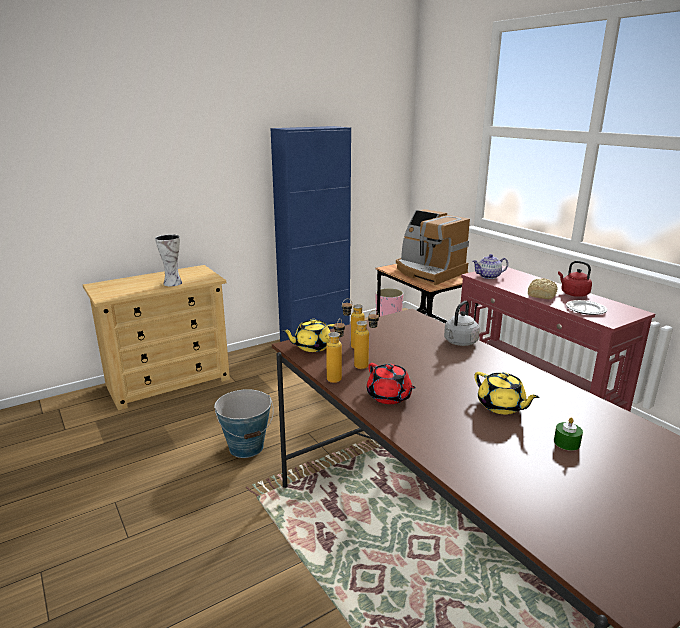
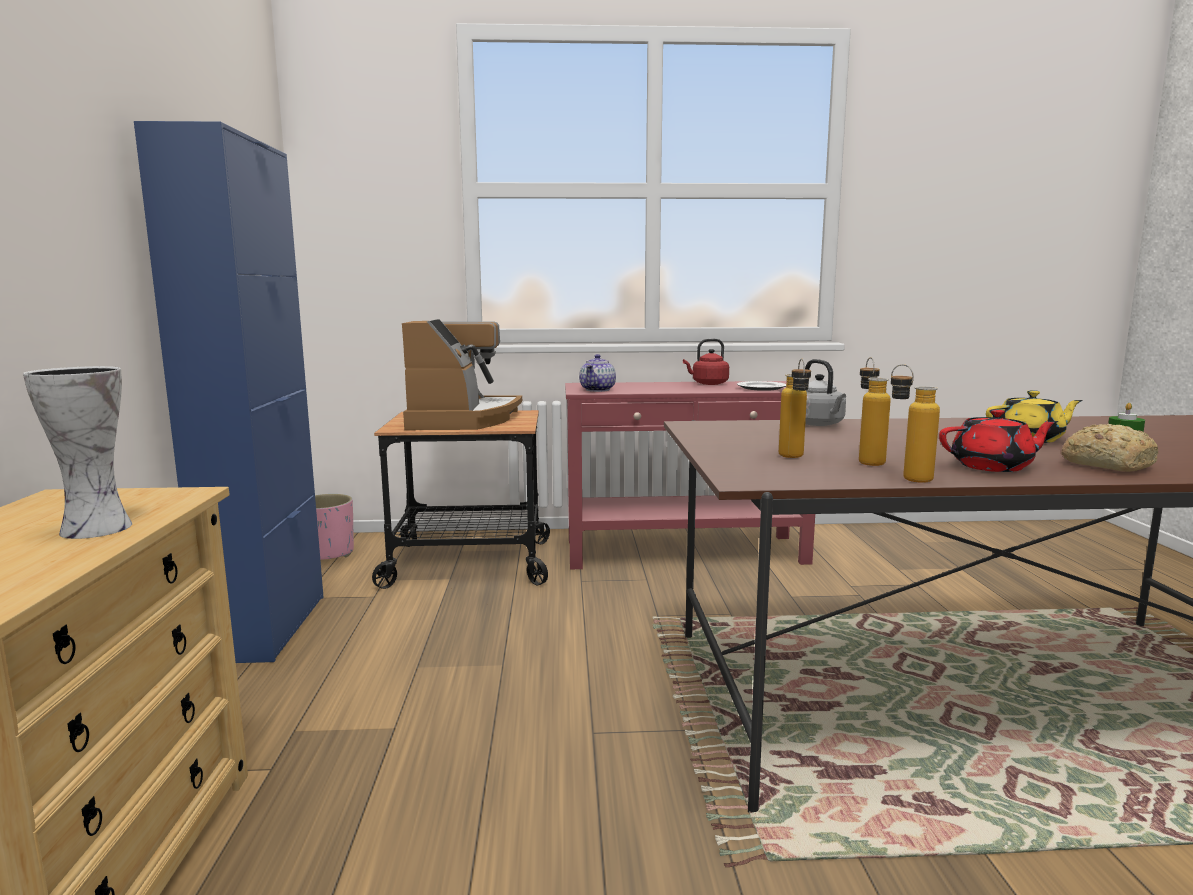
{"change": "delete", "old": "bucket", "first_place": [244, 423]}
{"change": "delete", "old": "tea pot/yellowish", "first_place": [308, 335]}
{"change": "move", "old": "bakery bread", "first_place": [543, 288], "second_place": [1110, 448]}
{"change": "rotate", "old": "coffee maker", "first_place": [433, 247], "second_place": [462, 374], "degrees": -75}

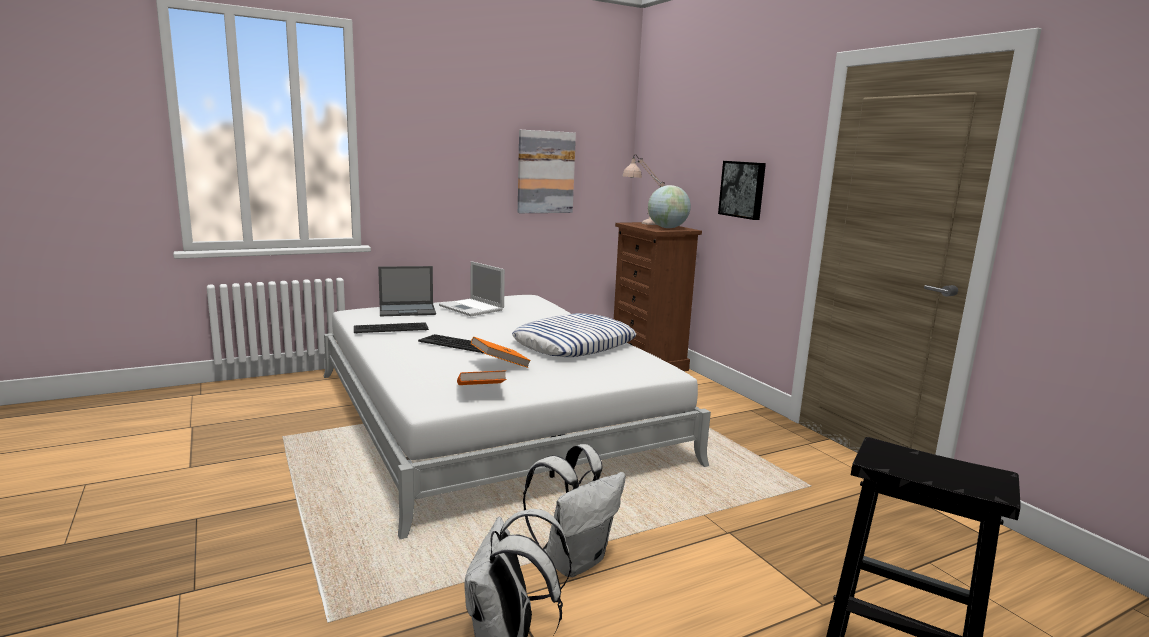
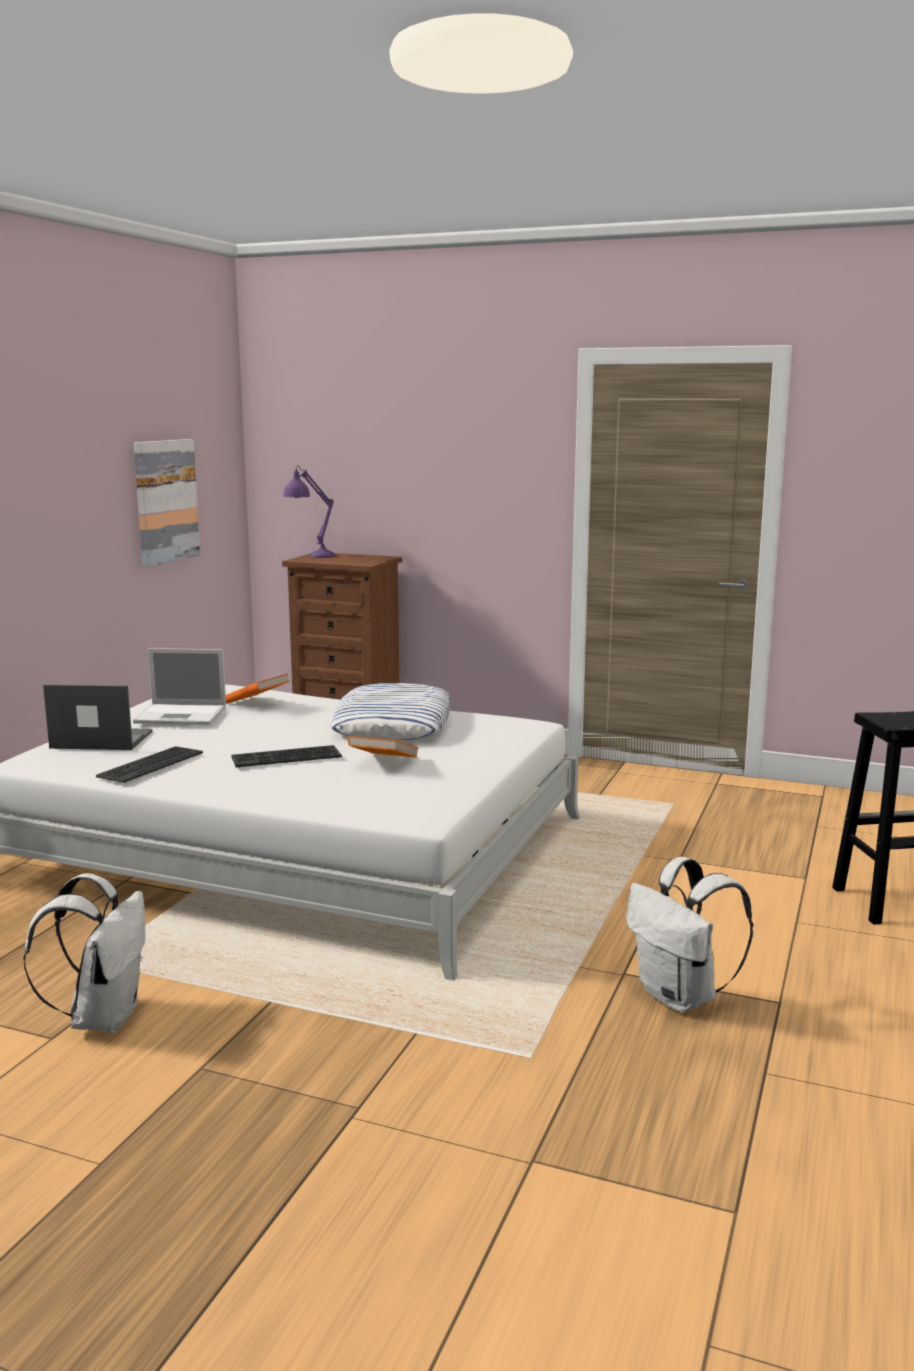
{"change": "delete", "old": "world globe", "first_place": [669, 206]}
{"change": "delete", "old": "wall picture", "first_place": [742, 190]}
{"change": "move", "old": "volume/orangey", "first_place": [482, 377], "second_place": [258, 688]}
{"change": "move", "old": "knapsack/whitish", "first_place": [574, 510], "second_place": [84, 953]}
{"change": "recolor", "old": "lamp for a table/sand-coloured", "new": "lamp for a table/purple-coloured", "first_place": [644, 189], "second_place": [309, 511]}
{"change": "rotate", "old": "portable computer", "first_place": [407, 291], "second_place": [97, 717], "degrees": -120}

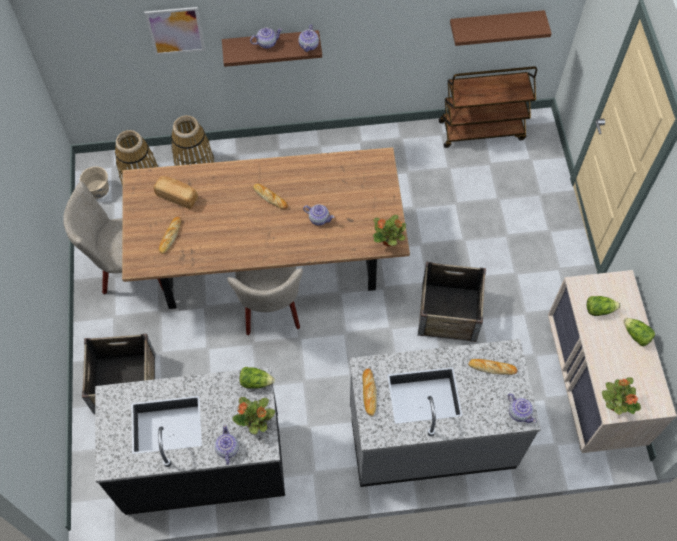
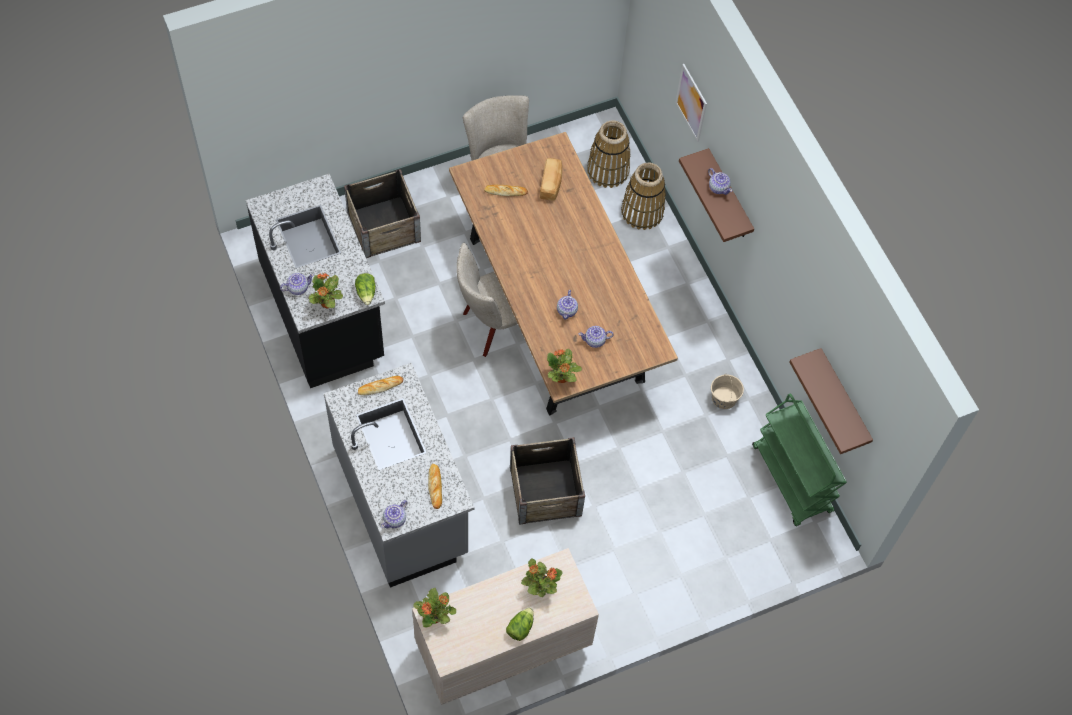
{"change": "delete", "old": "bakery bread", "first_place": [270, 196]}
{"change": "move", "old": "bucket/sand-coloured", "first_place": [94, 182], "second_place": [727, 391]}
{"change": "move", "old": "tea pot", "first_place": [308, 38], "second_place": [596, 337]}
{"change": "replace", "old": "head of lettuce", "new": "potted plant", "first_place": [604, 306], "second_place": [541, 577]}
{"change": "recolor", "old": "trolley/brown-coloured", "new": "trolley/greenish", "first_place": [488, 107], "second_place": [799, 459]}

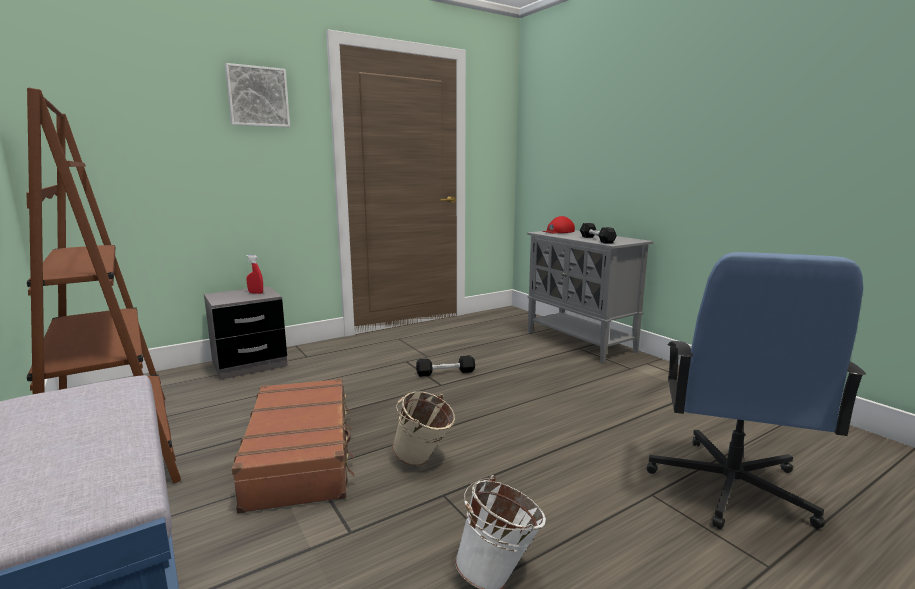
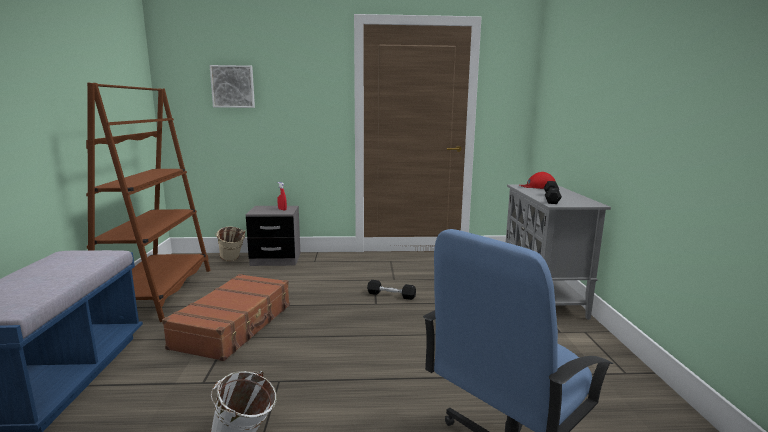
{"change": "move", "old": "wall picture", "first_place": [257, 95], "second_place": [232, 86]}
{"change": "move", "old": "bucket/sand-coloured", "first_place": [423, 428], "second_place": [230, 244]}

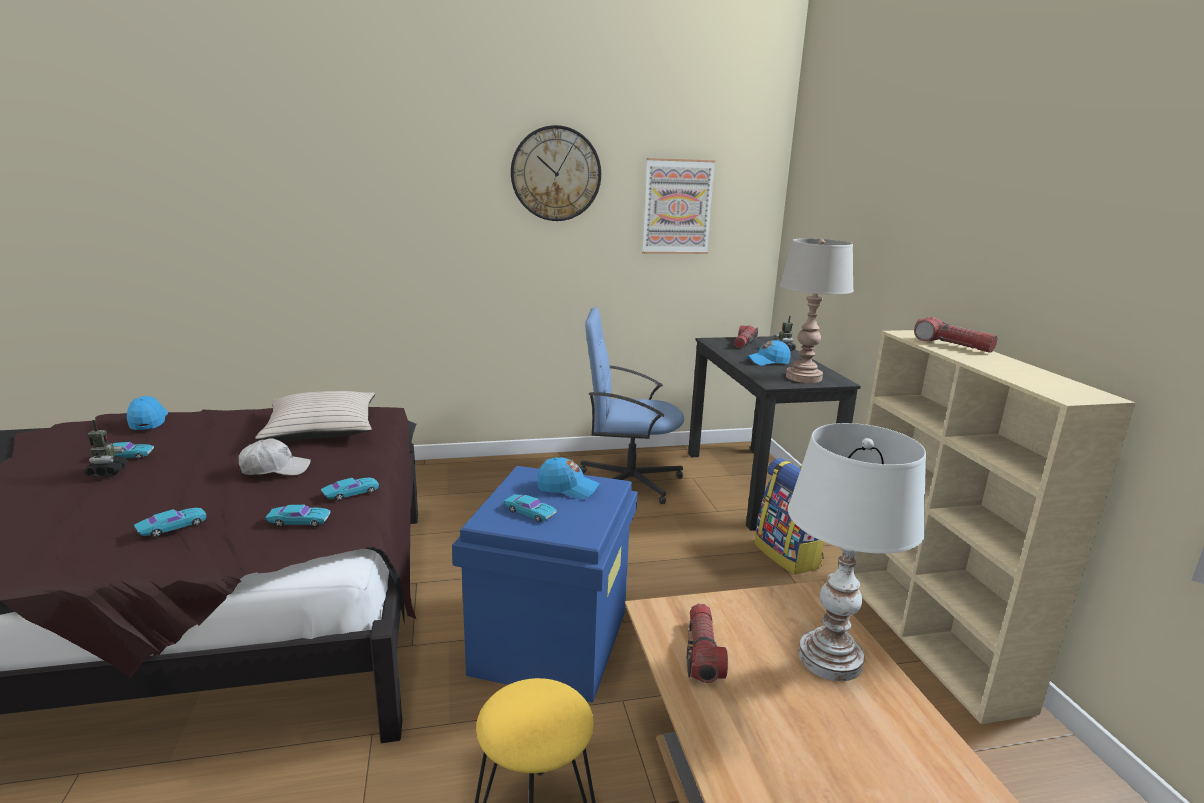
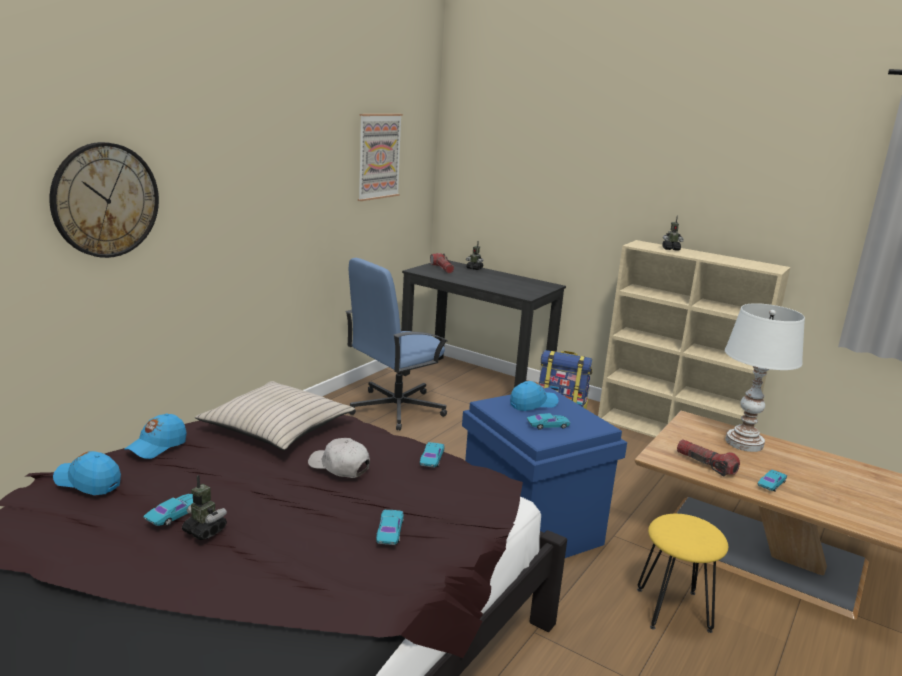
{"change": "delete", "old": "lamp for a table/grey", "first_place": [817, 310]}
{"change": "move", "old": "model car/turquoise", "first_place": [297, 516], "second_place": [772, 480]}
{"change": "move", "old": "clock on the wall", "first_place": [556, 173], "second_place": [104, 200]}
{"change": "move", "old": "cap/blue-coloured", "first_place": [768, 353], "second_place": [155, 436]}
{"change": "replace", "old": "flashlight", "new": "model robot", "first_place": [956, 335], "second_place": [673, 233]}
{"change": "rotate", "old": "cap/whitish", "first_place": [274, 457], "second_place": [339, 458], "degrees": -90}

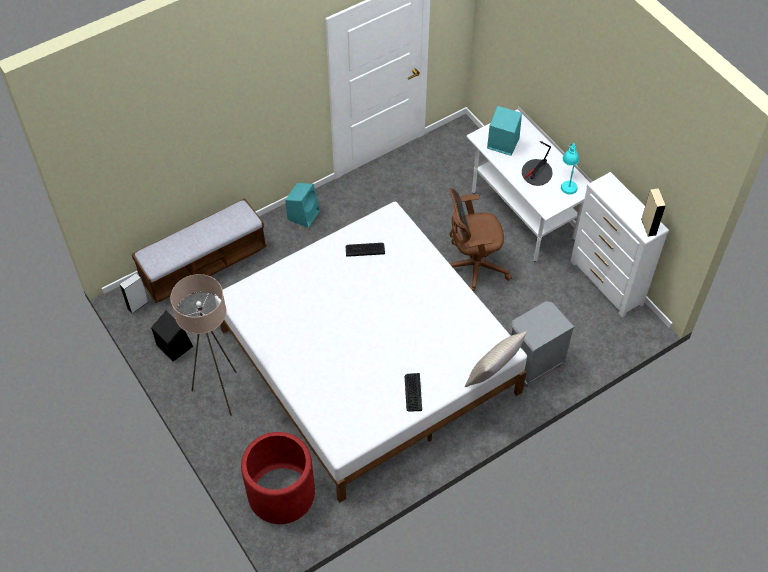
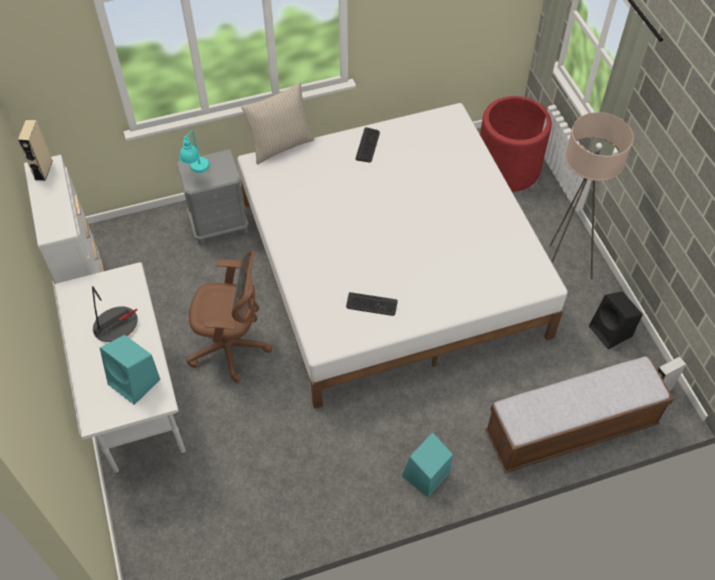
{"change": "move", "old": "lamp for a table/turquoise", "first_place": [570, 168], "second_place": [195, 151]}

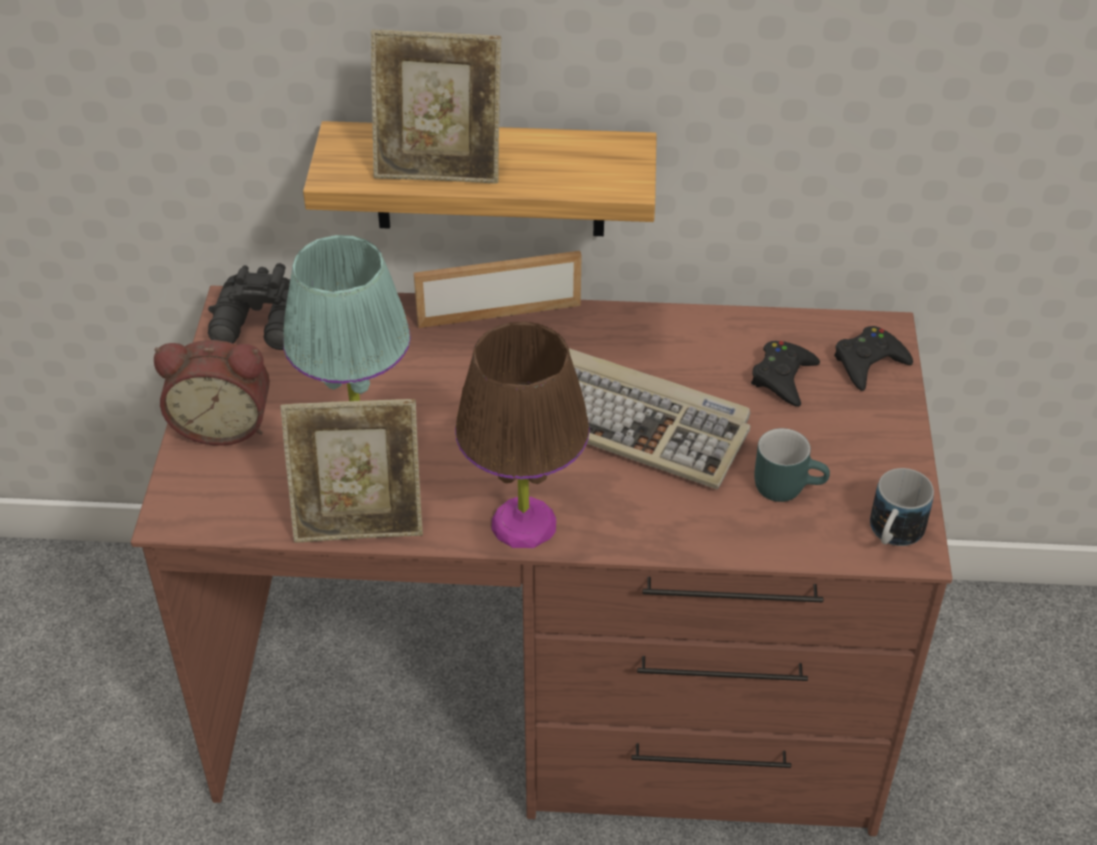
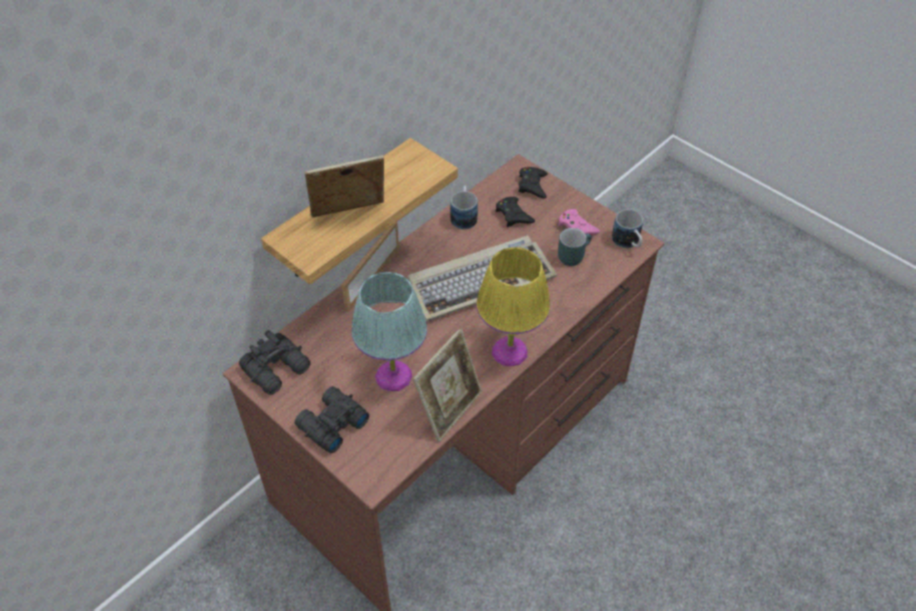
{"change": "insert", "new": "coffee mug", "second_place": [464, 208]}
{"change": "insert", "new": "joypad/pink-coloured", "second_place": [579, 222]}
{"change": "replace", "old": "alarm clock", "new": "field glasses/blackish", "first_place": [212, 393], "second_place": [332, 419]}
{"change": "recolor", "old": "lamp for a table/brown-coloured", "new": "lamp for a table/yellowish", "first_place": [522, 435], "second_place": [513, 307]}
{"change": "rotate", "old": "photo frame", "first_place": [436, 106], "second_place": [344, 186], "degrees": -150}

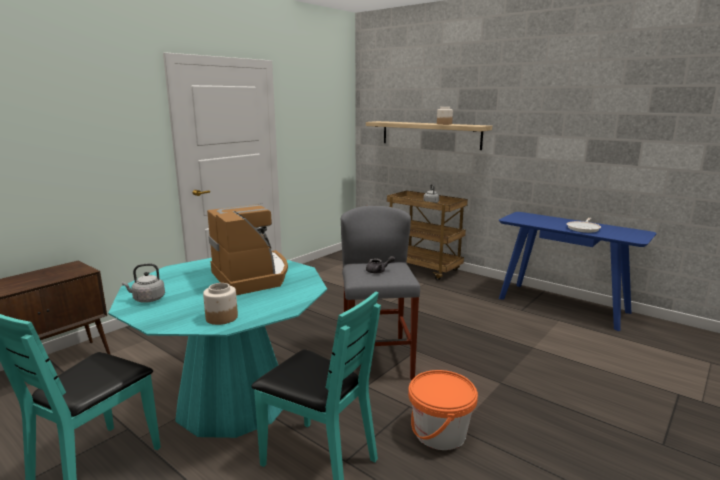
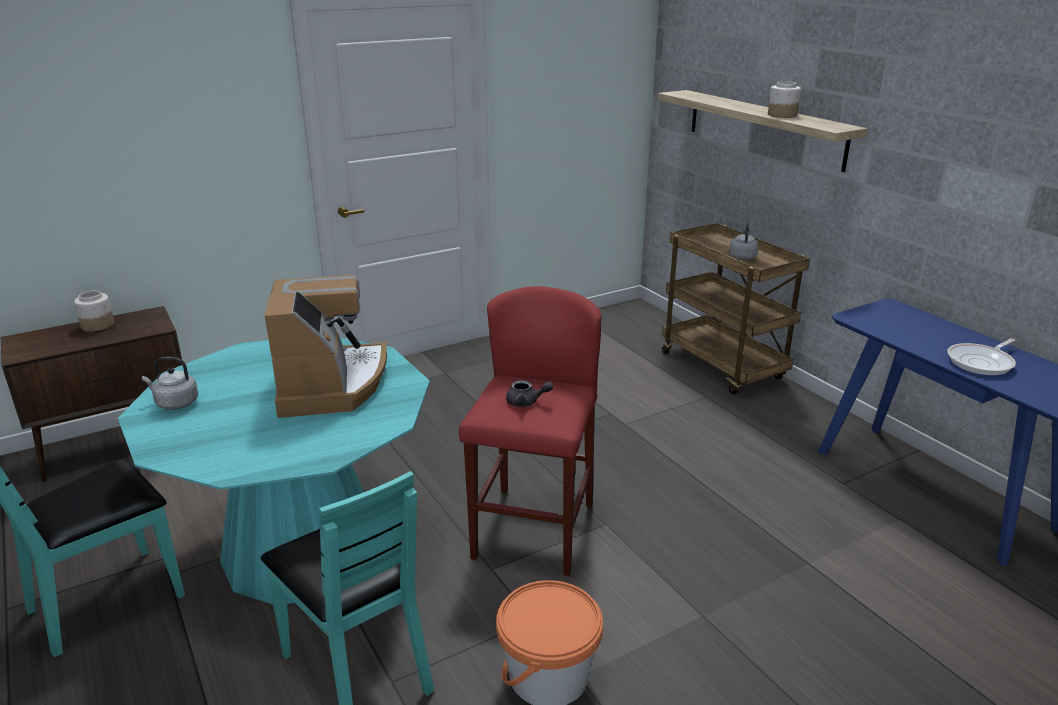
{"change": "move", "old": "storage jar", "first_place": [220, 304], "second_place": [94, 311]}
{"change": "recolor", "old": "stool/grey", "new": "stool/red-coloured", "first_place": [380, 293], "second_place": [530, 431]}

